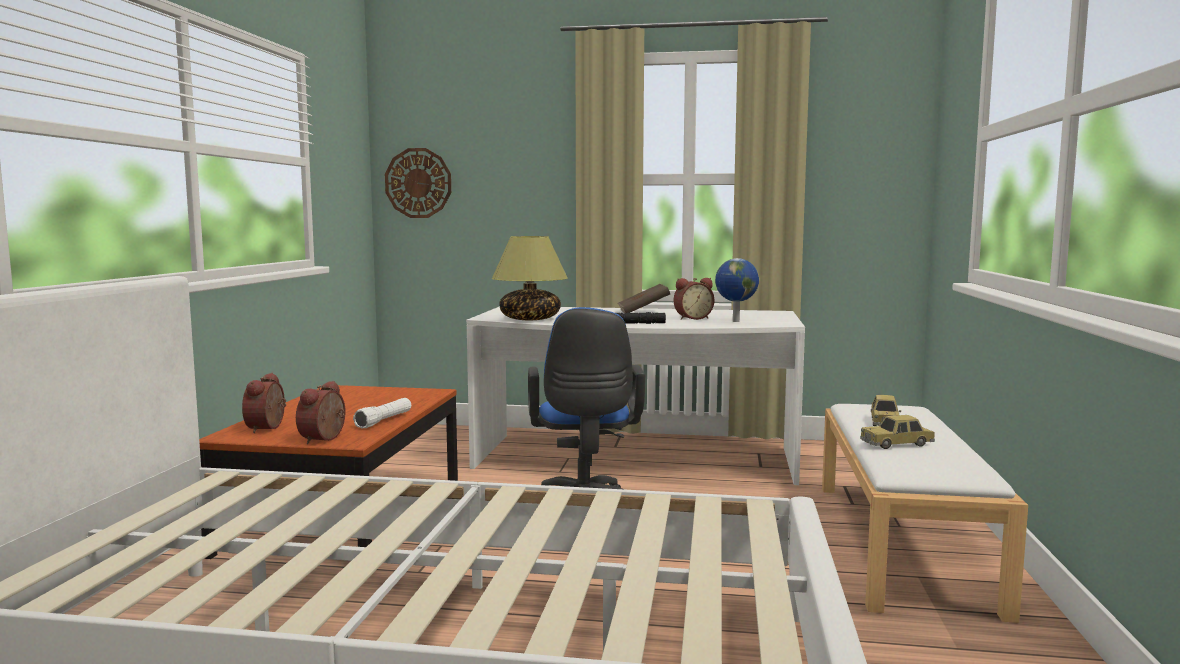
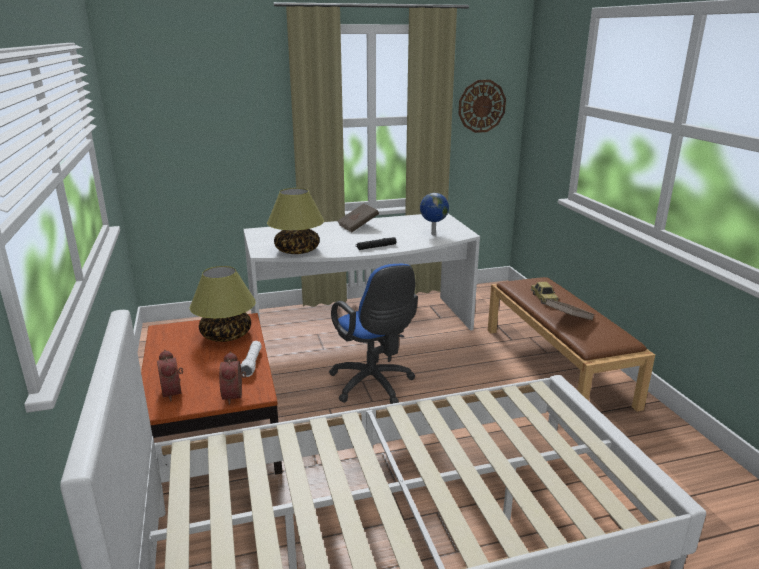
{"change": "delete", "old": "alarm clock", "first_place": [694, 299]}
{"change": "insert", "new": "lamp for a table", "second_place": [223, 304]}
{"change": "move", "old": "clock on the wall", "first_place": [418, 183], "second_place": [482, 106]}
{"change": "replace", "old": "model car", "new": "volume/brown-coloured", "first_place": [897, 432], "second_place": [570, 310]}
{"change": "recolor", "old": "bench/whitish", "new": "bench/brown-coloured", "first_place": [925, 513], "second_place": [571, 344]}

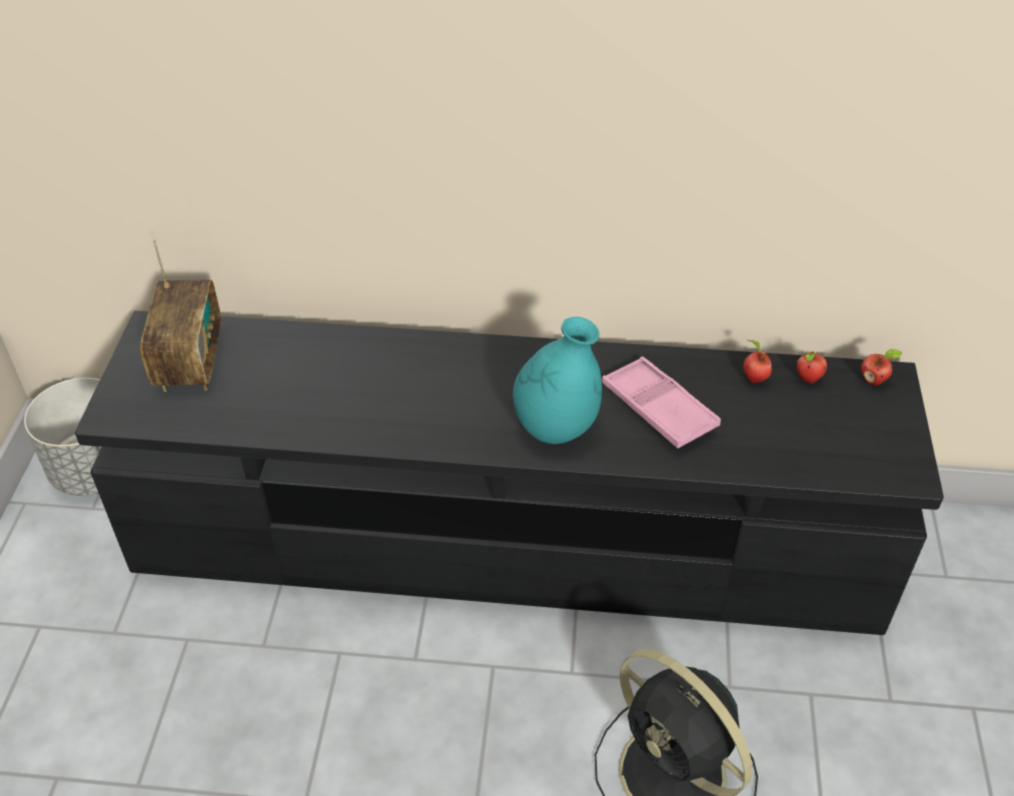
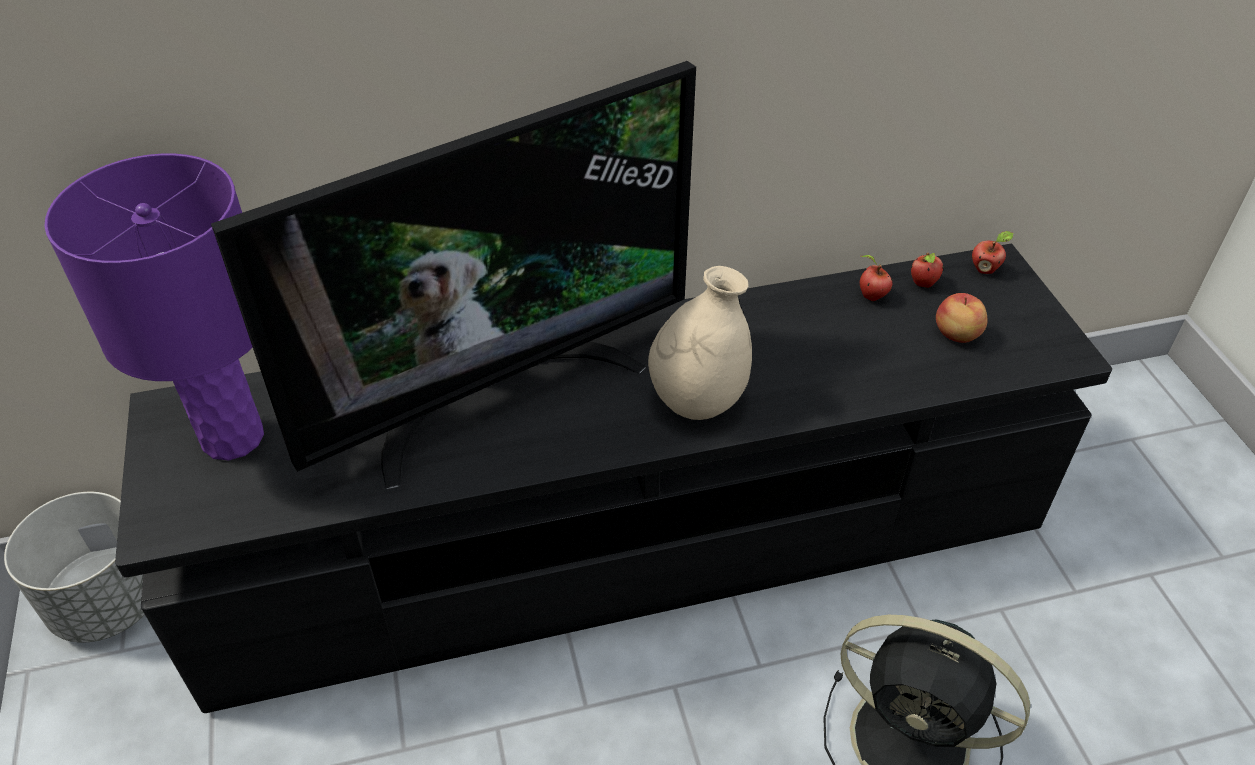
{"change": "delete", "old": "tray/pink-coloured", "first_place": [661, 402]}
{"change": "insert", "new": "TV", "second_place": [453, 275]}
{"change": "insert", "new": "apple", "second_place": [961, 318]}
{"change": "replace", "old": "radio", "new": "lamp for a table/purple-coloured", "first_place": [180, 315], "second_place": [154, 307]}
{"change": "recolor", "old": "vase/turquoise", "new": "vase/sand-coloured", "first_place": [557, 380], "second_place": [700, 343]}

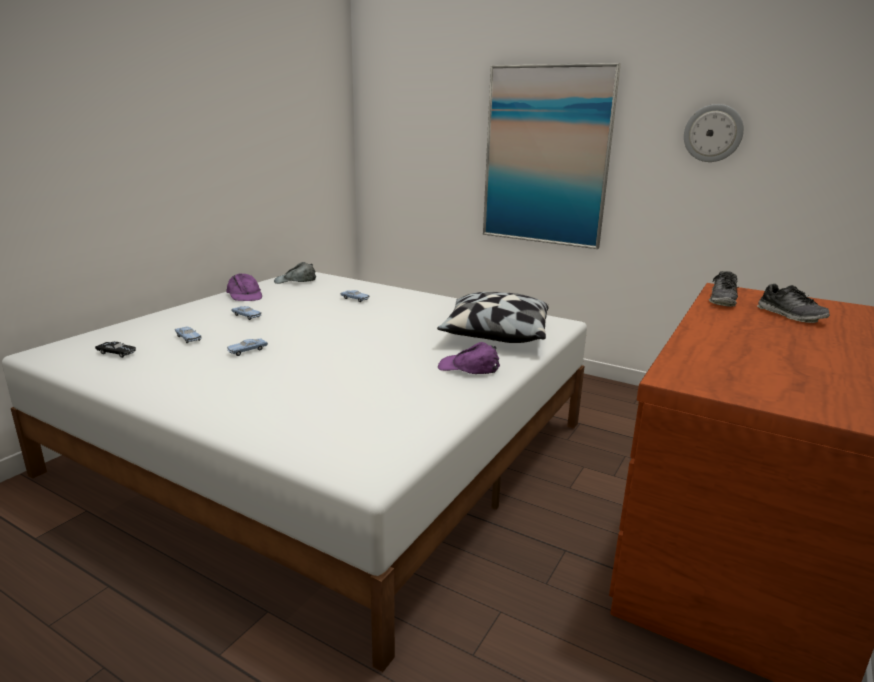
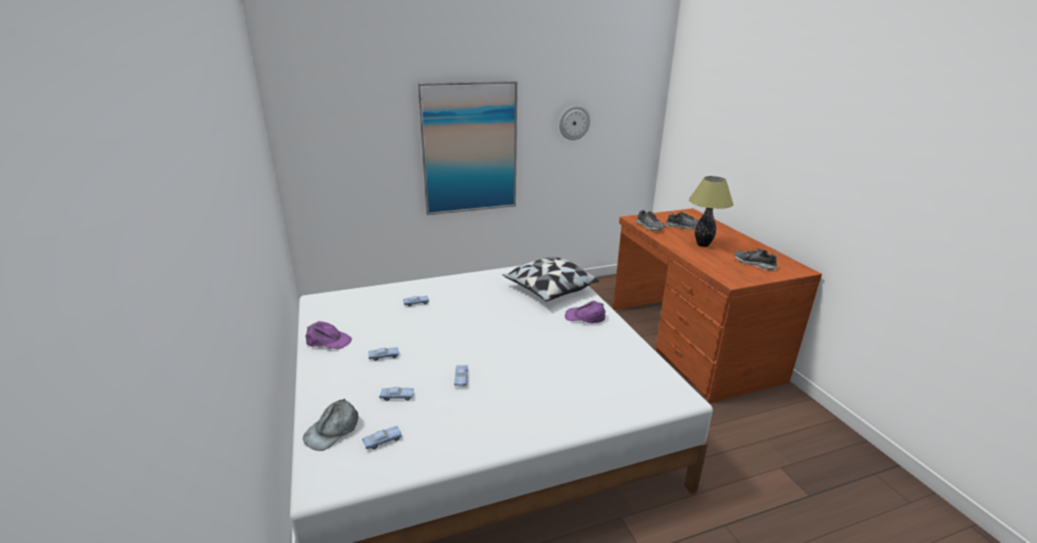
{"change": "insert", "new": "lamp for a table", "second_place": [711, 211]}
{"change": "insert", "new": "shoe", "second_place": [755, 259]}
{"change": "move", "old": "cap/grey", "first_place": [295, 273], "second_place": [330, 425]}
{"change": "recolor", "old": "model car/blackish", "new": "model car/blue-coloured", "first_place": [115, 350], "second_place": [382, 437]}
{"change": "rotate", "old": "cap/purple-coloured", "first_place": [469, 358], "second_place": [585, 312], "degrees": 45}

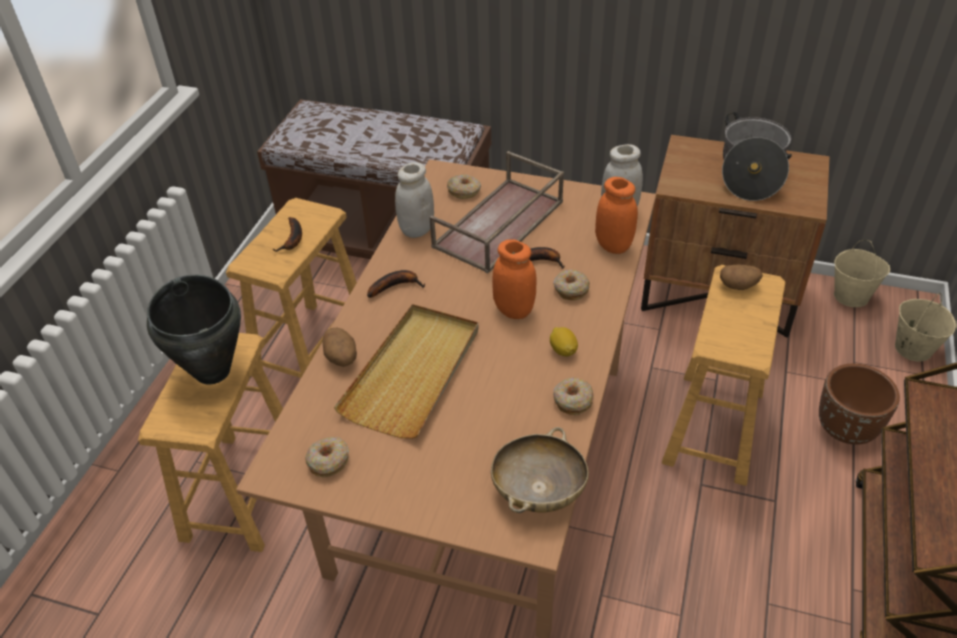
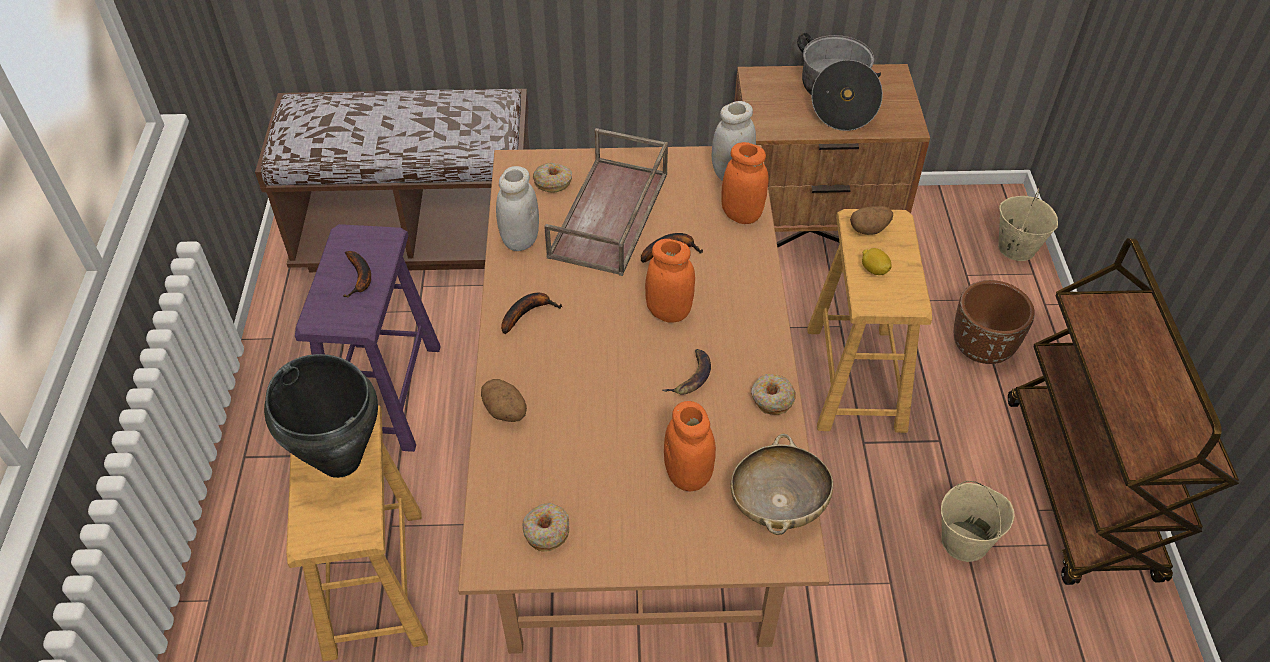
{"change": "delete", "old": "tray/sand-coloured", "first_place": [406, 371]}
{"change": "delete", "old": "ring doughnut", "first_place": [571, 285]}
{"change": "insert", "new": "whole banana", "second_place": [687, 372]}
{"change": "insert", "new": "storage jar/orangey", "second_place": [690, 446]}
{"change": "move", "old": "citrus fruit", "first_place": [564, 341], "second_place": [876, 261]}
{"change": "move", "old": "bucket/sand-coloured", "first_place": [862, 273], "second_place": [978, 521]}
{"change": "recolor", "old": "stool/brown-coloured", "new": "stool/purple-coloured", "first_place": [291, 288], "second_place": [368, 338]}

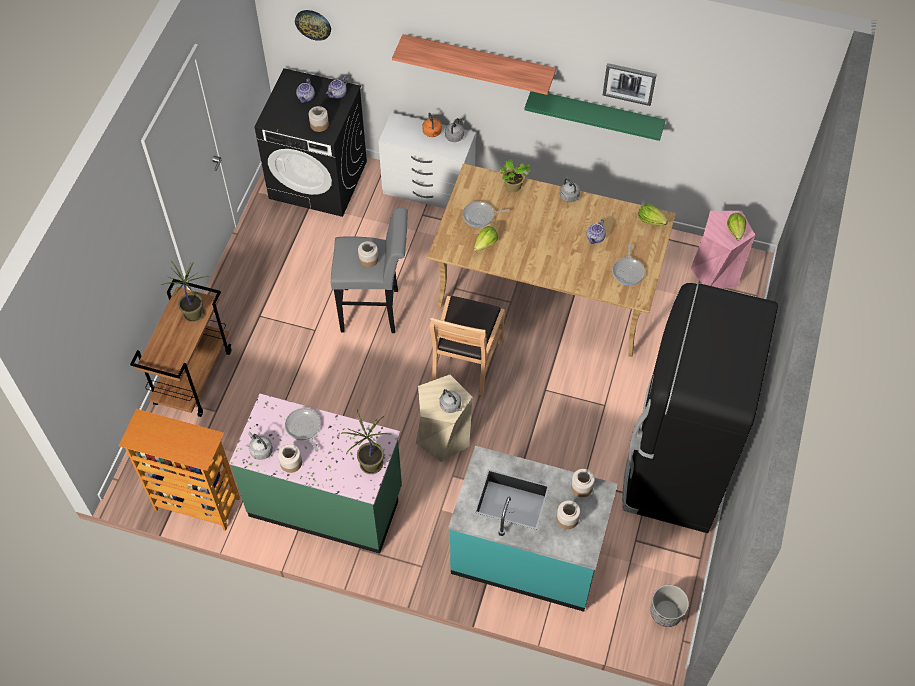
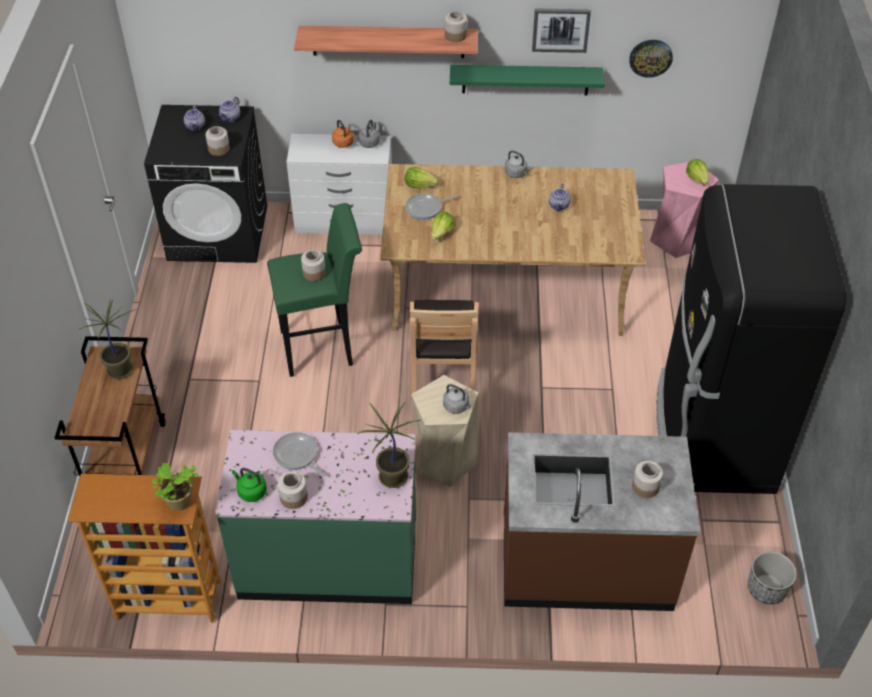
{"change": "delete", "old": "pan", "first_place": [628, 264]}
{"change": "move", "old": "clock on the wall", "first_place": [313, 25], "second_place": [651, 59]}
{"change": "move", "old": "potted plant", "first_place": [515, 175], "second_place": [175, 487]}
{"change": "move", "old": "storage jar", "first_place": [583, 483], "second_place": [456, 26]}
{"change": "move", "old": "head of lettuce", "first_place": [653, 214], "second_place": [422, 177]}
{"change": "recolor", "old": "kettle/grey", "new": "kettle/greenish", "first_place": [260, 446], "second_place": [249, 485]}
{"change": "recolor", "old": "stool/grey", "new": "stool/greenish", "first_place": [369, 270], "second_place": [314, 290]}
{"change": "recolor", "old": "kitchen base unit/turquoise", "new": "kitchen base unit/brown-coloured", "first_place": [533, 529], "second_place": [602, 521]}

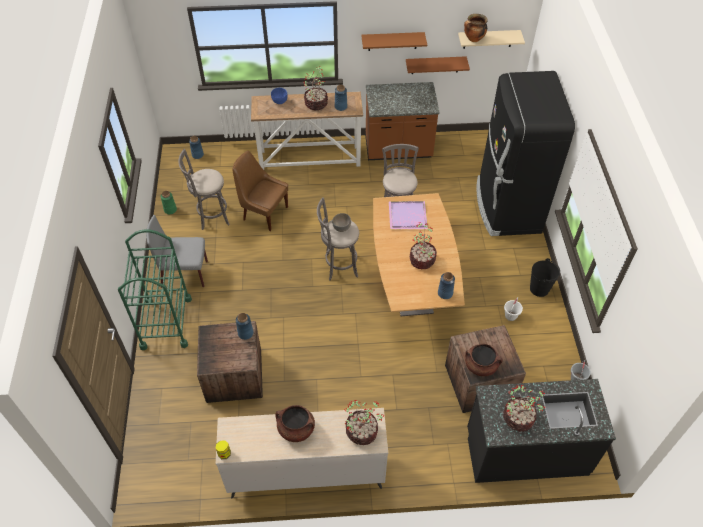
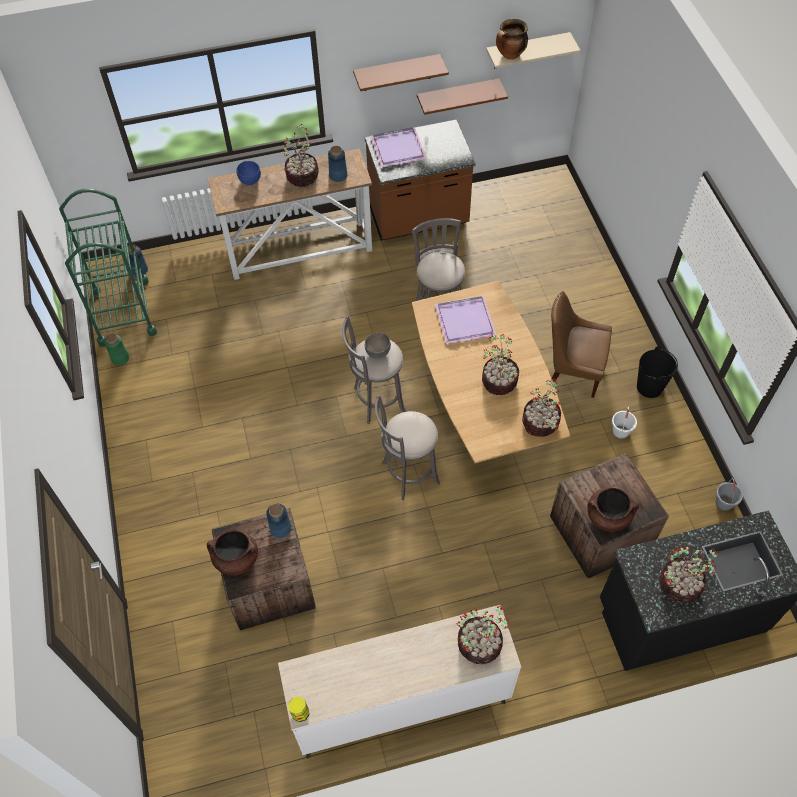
{"change": "delete", "old": "chair/grey", "first_place": [177, 251]}
{"change": "delete", "old": "refrigerator/blackish", "first_place": [525, 153]}
{"change": "insert", "new": "tray/purple-coloured", "second_place": [398, 147]}
{"change": "move", "old": "trolley/greenish", "first_place": [155, 289], "second_place": [108, 267]}
{"change": "move", "old": "stool/grey", "first_place": [204, 189], "second_place": [407, 447]}
{"change": "move", "old": "chair/brown-coloured", "first_place": [260, 191], "second_place": [581, 344]}
{"change": "move", "old": "saucepot/brown-coloured", "first_place": [295, 423], "second_place": [232, 552]}
{"change": "replace", "old": "vase/blue-coloured", "new": "potted plant", "first_place": [446, 285], "second_place": [541, 407]}

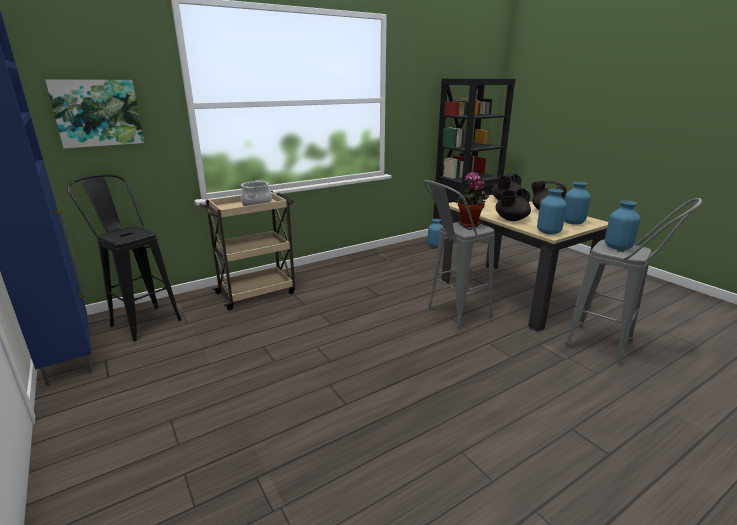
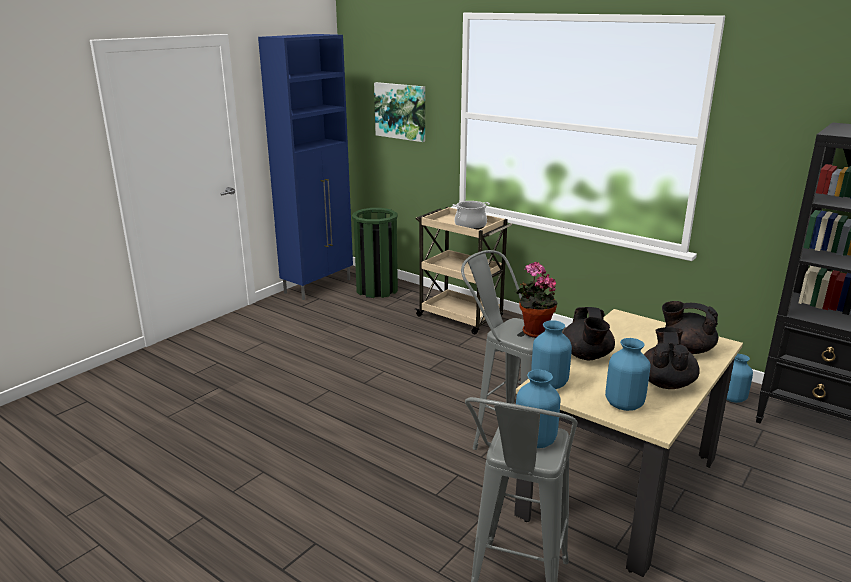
{"change": "replace", "old": "stool/blackish", "new": "rubbish bin/greenish", "first_place": [124, 257], "second_place": [375, 253]}
{"change": "rotate", "old": "tea pot/blackish", "first_place": [513, 204], "second_place": [589, 333], "degrees": -120}

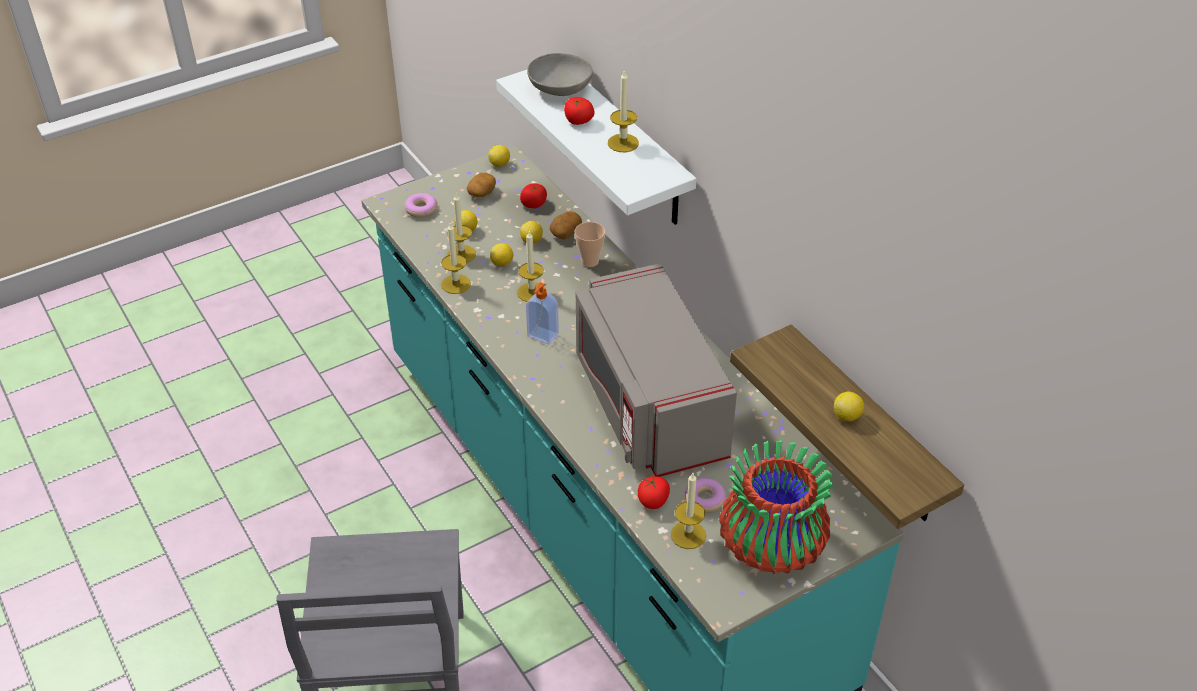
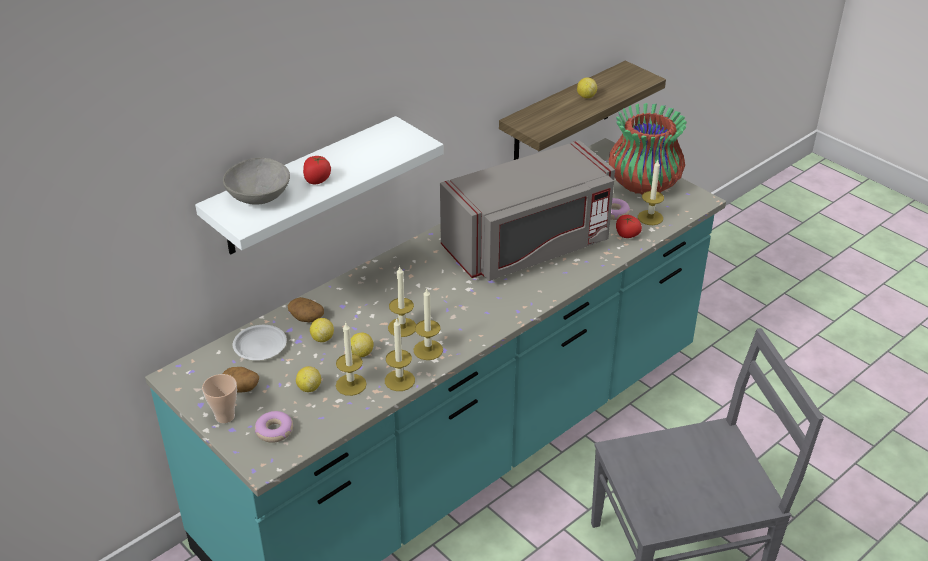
{"change": "delete", "old": "citrus fruit", "first_place": [499, 156]}
{"change": "delete", "old": "soap bottle", "first_place": [542, 313]}
{"change": "move", "old": "cup", "first_place": [589, 244], "second_place": [219, 398]}
{"change": "move", "old": "candle", "first_place": [623, 111], "second_place": [428, 324]}
{"change": "replace", "old": "whole tomato", "new": "plate/whitish", "first_place": [533, 196], "second_place": [260, 342]}

